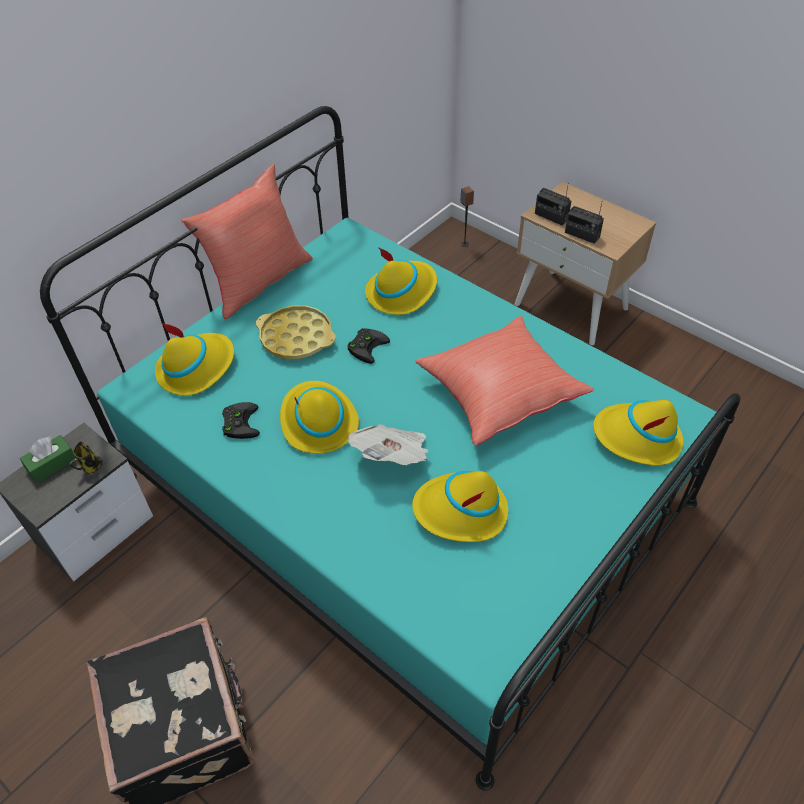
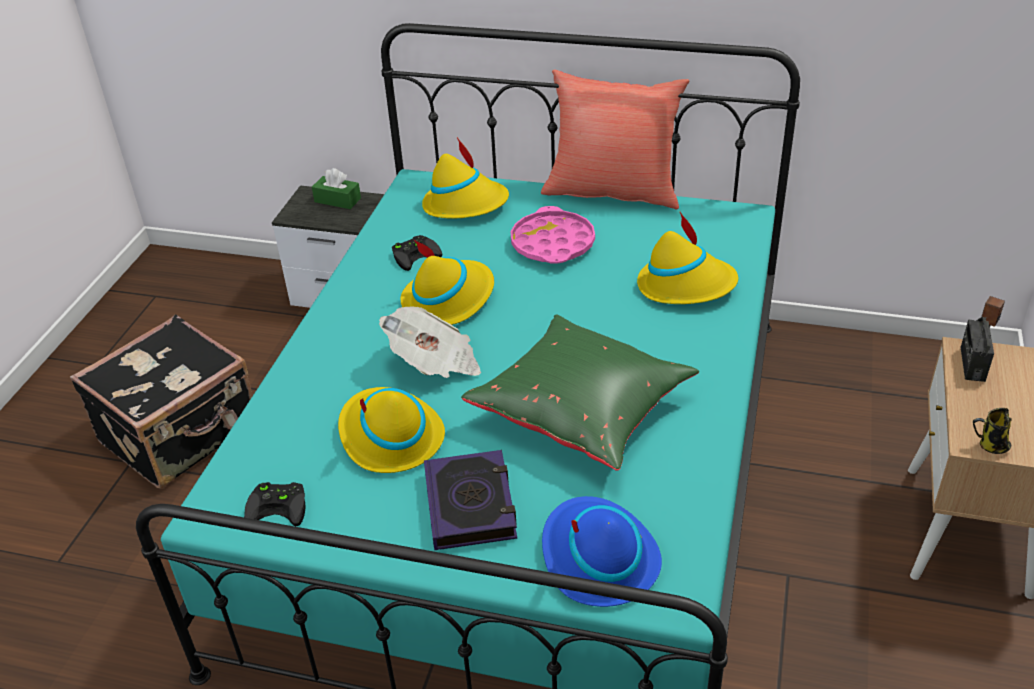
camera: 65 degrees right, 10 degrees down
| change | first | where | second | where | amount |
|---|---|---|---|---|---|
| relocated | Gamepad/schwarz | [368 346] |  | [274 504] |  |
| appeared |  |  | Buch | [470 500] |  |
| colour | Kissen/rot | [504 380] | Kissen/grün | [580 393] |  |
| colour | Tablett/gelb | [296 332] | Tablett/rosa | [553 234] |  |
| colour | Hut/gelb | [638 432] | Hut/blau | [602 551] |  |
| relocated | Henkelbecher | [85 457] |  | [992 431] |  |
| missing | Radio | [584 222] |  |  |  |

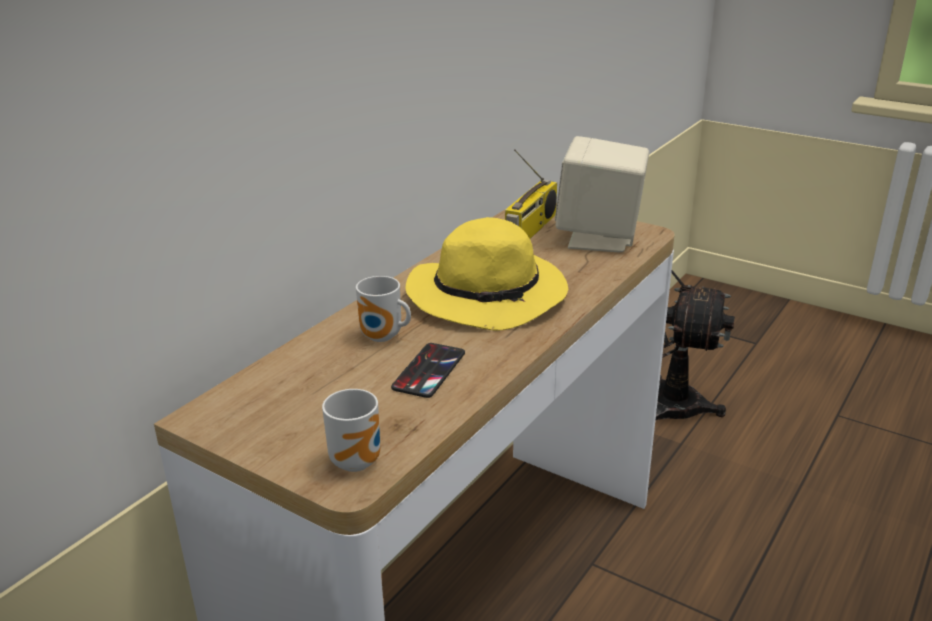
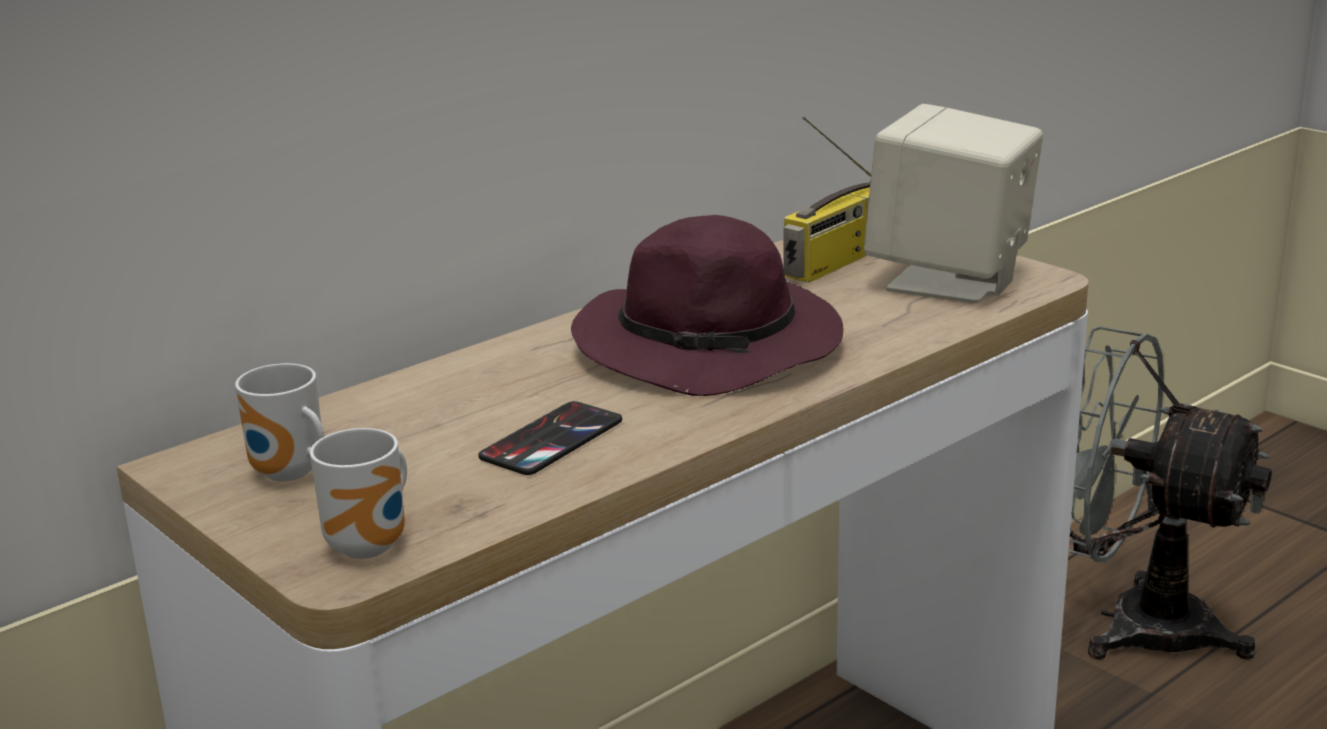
camera: 15 degrees right, 5 degrees down
| change | first | where | second | where | amount |
|---|---|---|---|---|---|
| relocated | Henkelbecher | [383 309] |  | [280 422] |  |
| colour | Hut/gelb | [487 274] | Hut/lila | [707 305] |  |

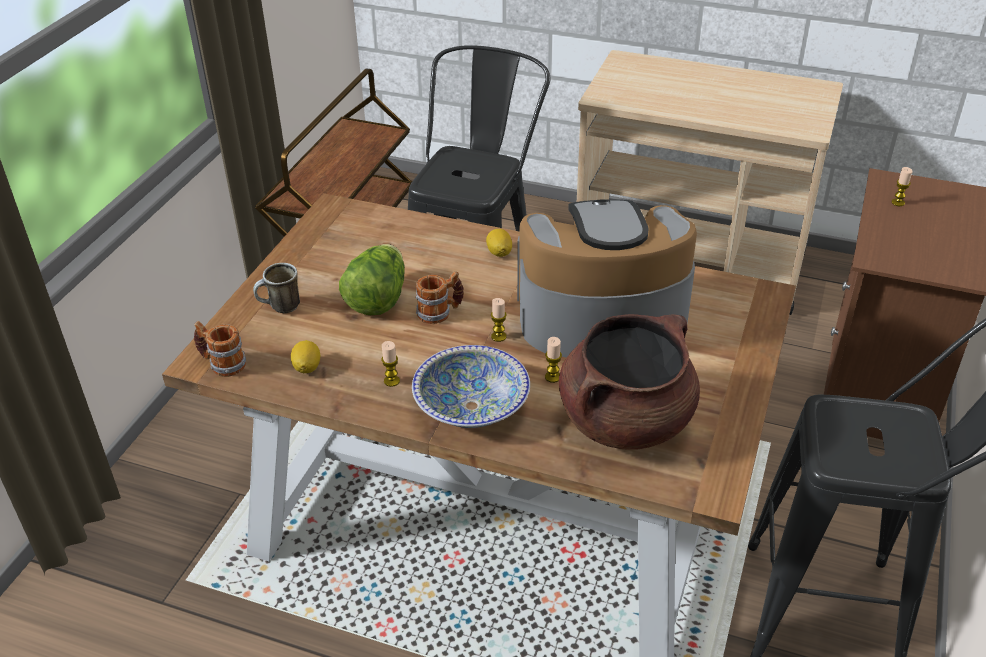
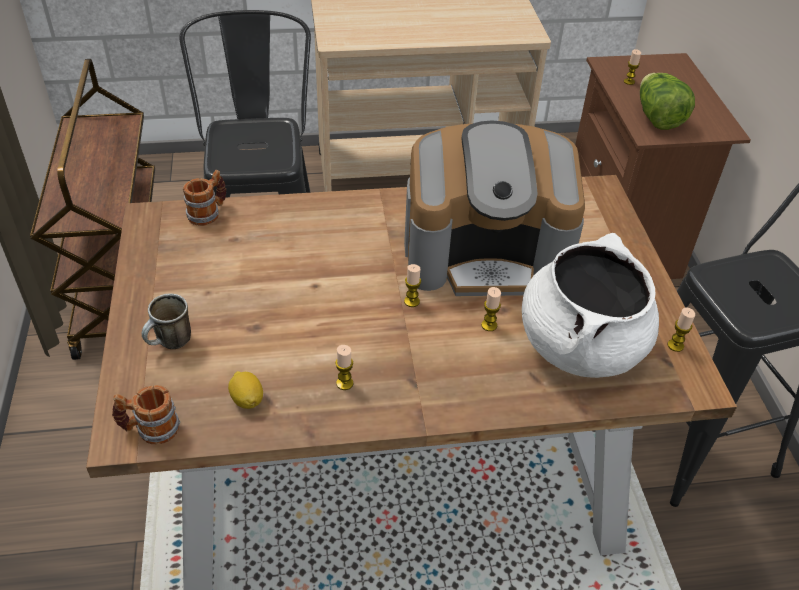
camera: 30 degrees left, 5 degrees up
| change | first | where | second | where | amount |
|---|---|---|---|---|---|
| relocated | Henkelbecher | [440 297] |  | [204 198] |  |
| spun | Kaffeemaschine | [607 278] |  | [494 208] | 150 degrees counterclockwise |
| colour | Kochtopf/braun | [629 382] | Kochtopf/weiß | [590 305] |  |
| relocated | Salatkopf | [372 279] |  | [667 101] |  |
| appeared |  |  | Kerze | [681 329] |  |
| missing | Schüssel | [471 386] |  |  |  |
| missing | Zitrone | [499 243] |  |  |  |

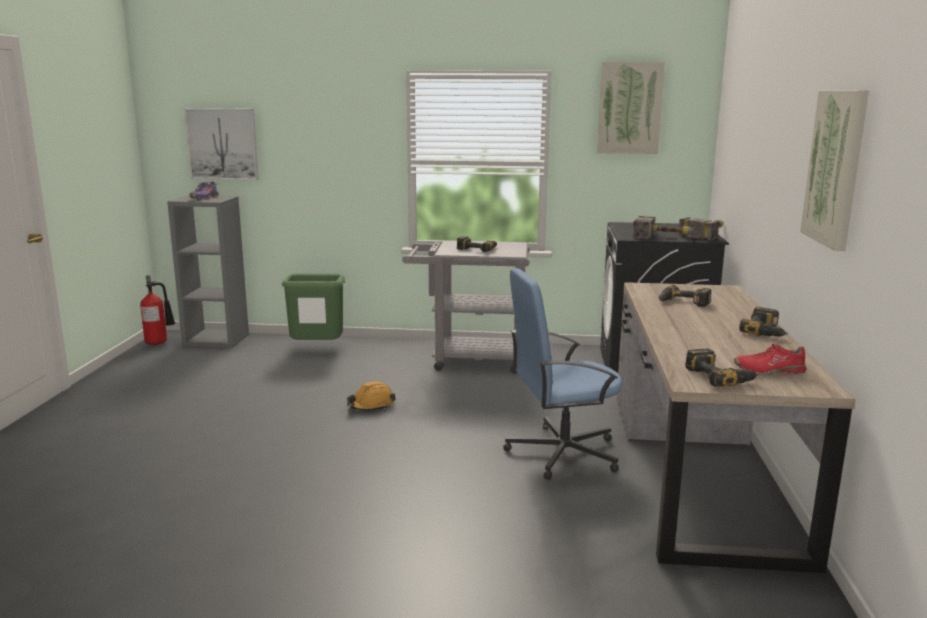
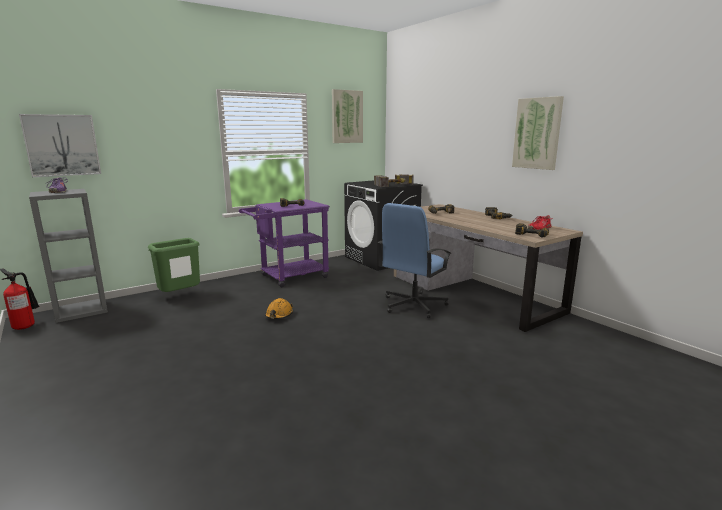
camera: 40 degrees left, 0 degrees up
| change | first | where | second | where | amount |
|---|---|---|---|---|---|
| colour | Rollwagen/grau | [466 307] | Rollwagen/lila | [284 243] |  |

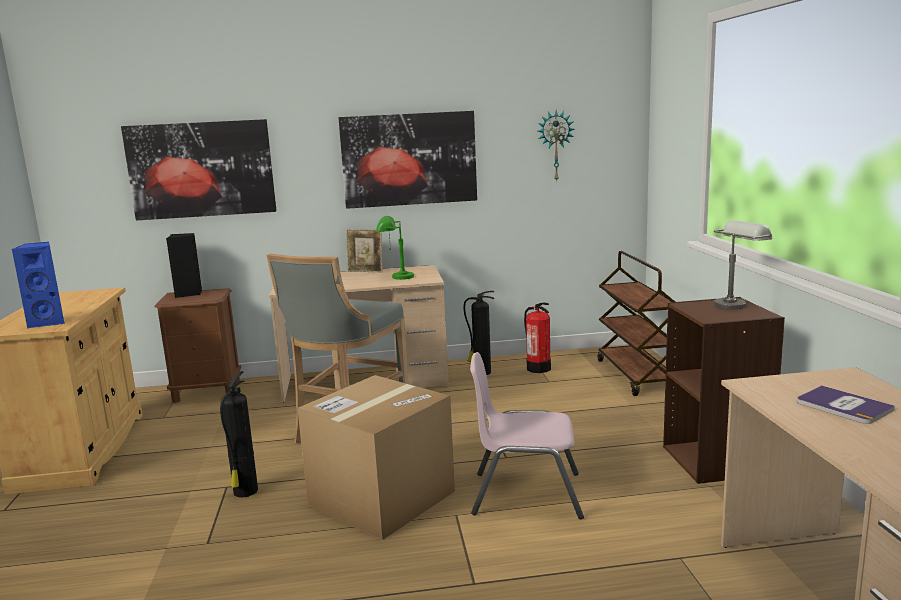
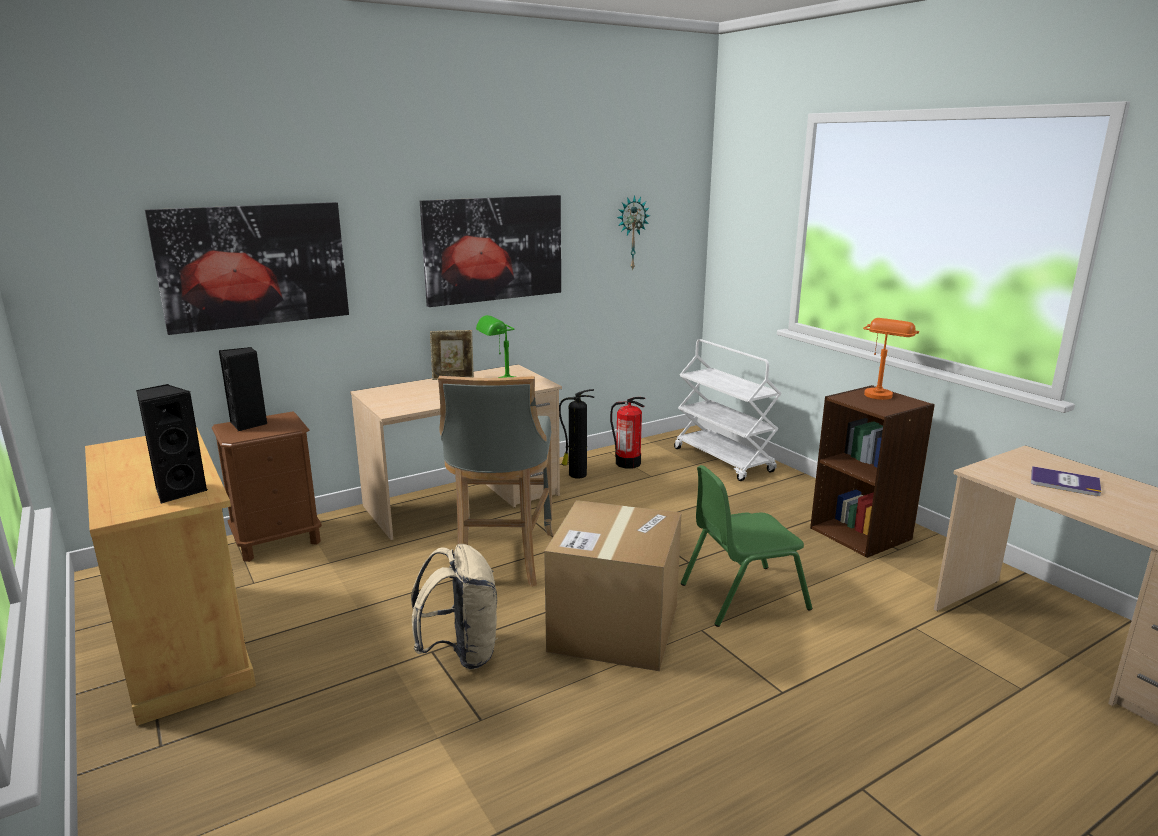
camera: 25 degrees left, 5 degrees up
| change | first | where | second | where | amount |
|---|---|---|---|---|---|
| colour | Lautsprecher/blau | [38 285] | Lautsprecher/schwarz | [172 444] |  |
| exchanged | Feuerlöscher | [239 434] | Rucksack/beige | [454 607] |  |
| colour | Rollwagen/braun | [636 323] | Rollwagen/weiß | [728 410] |  |
| colour | Stuhl/rosa | [527 435] | Stuhl/grün | [746 546] |  |
| colour | Tischlampe/grau | [743 265] | Tischlampe/orange | [891 359] |  |

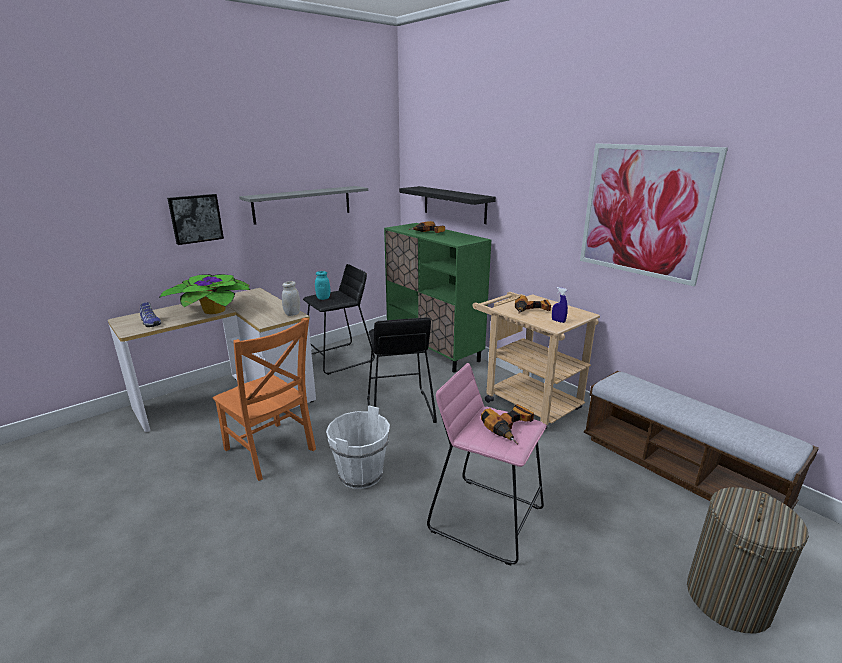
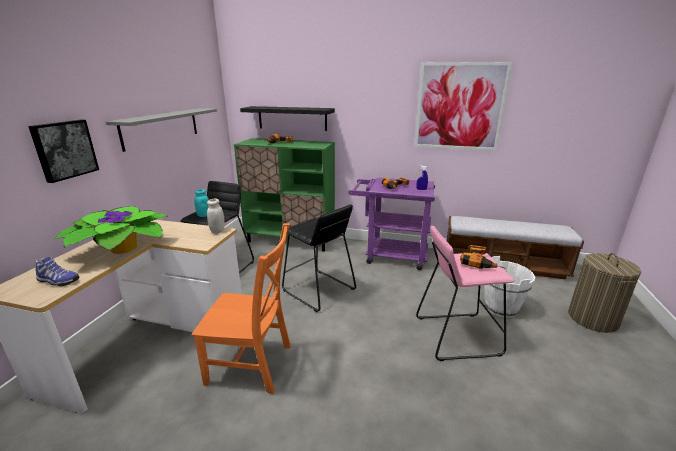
camera: 35 degrees left, 0 degrees up
| change | first | where | second | where | amount |
|---|---|---|---|---|---|
| colour | Rollwagen/beige | [536 361] | Rollwagen/lila | [391 224] |  |
| relocated | Eimer/weiß | [358 447] |  | [509 287] |  |

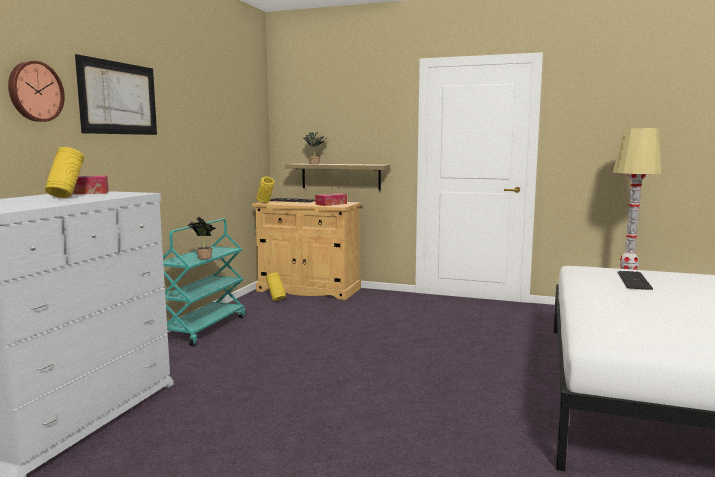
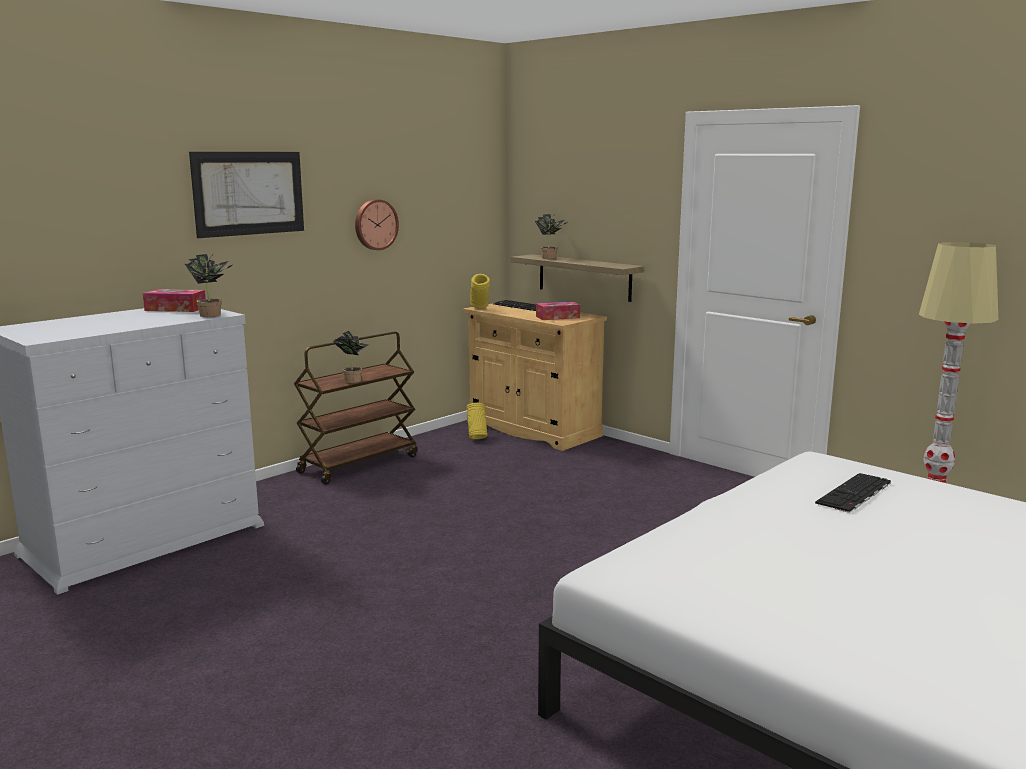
camera: 25 degrees right, 5 degrees up
| change | first | where | second | where | amount |
|---|---|---|---|---|---|
| appeared |  |  | Topfpflanze | [209 285] |  |
| colour | Rollwagen/türkis | [204 282] | Rollwagen/braun | [356 408] |  |
| relocated | Wanduhr | [36 91] |  | [377 224] |  |
| missing | Vase/gelb | [64 172] |  |  |  |

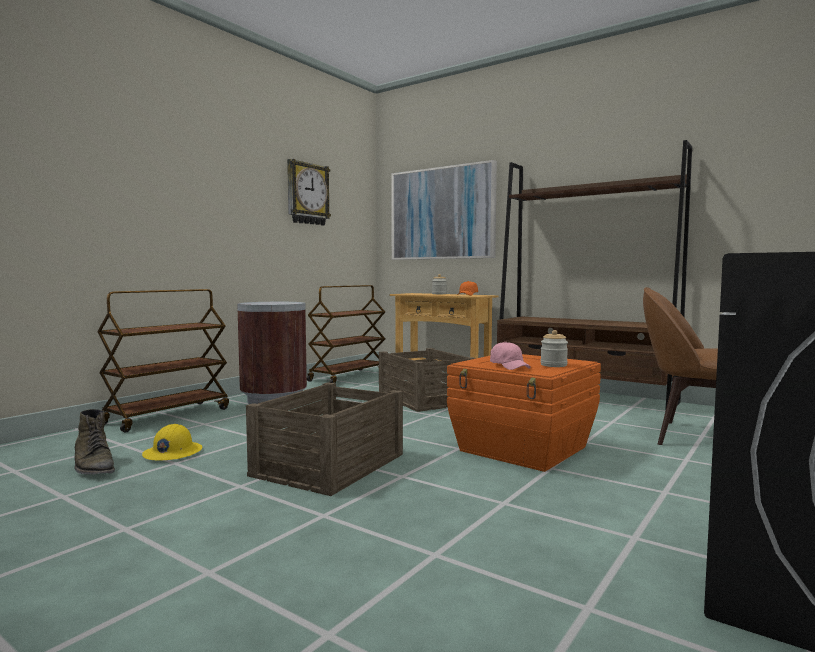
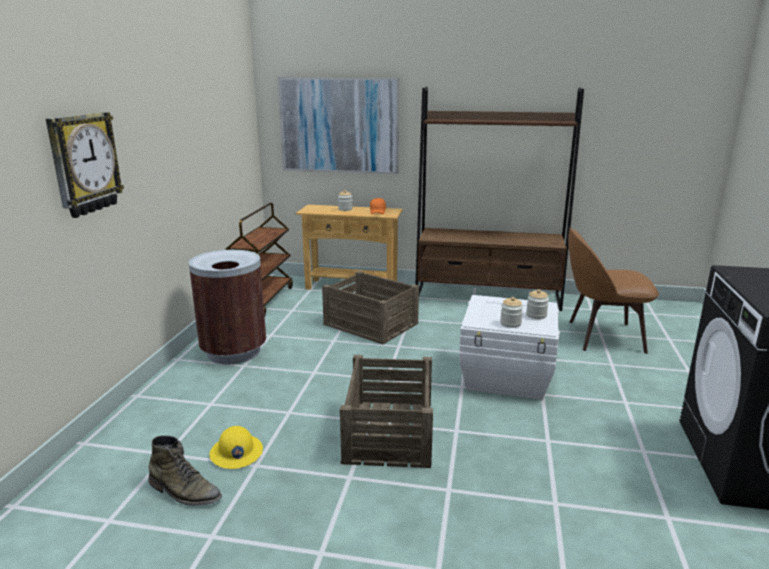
camera: 25 degrees left, 15 degrees up
| change | first | where | second | where | amount |
|---|---|---|---|---|---|
| relocated | Wanduhr | [309 192] |  | [85 165] |  |
| colour | Aufbewahrungsbox/orange | [524 413] | Aufbewahrungsbox/weiß | [509 347] |  |
| exchanged | Kappe/rosa | [510 356] | Vorratsglas | [511 312] |  |
| missing | Rollwagen/braun | [163 361] |  |  |  |

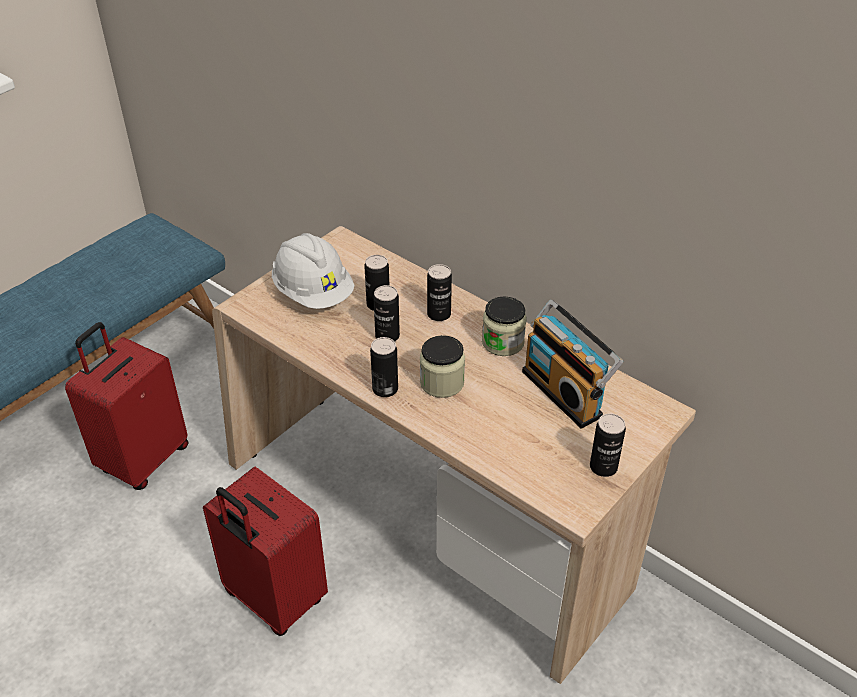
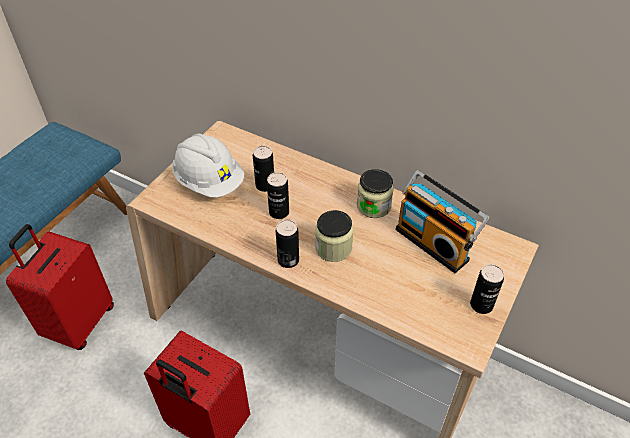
camera: 10 degrees left, 5 degrees up
| change | first | where | second | where | amount |
|---|---|---|---|---|---|
| missing | Dose | [439 292] |  |  |  |

